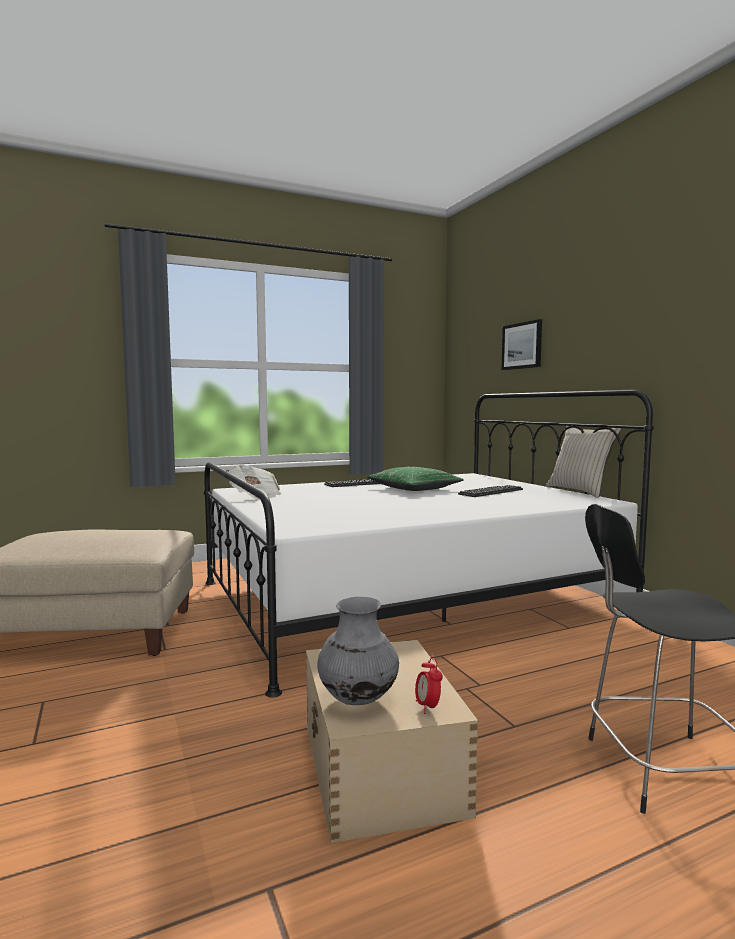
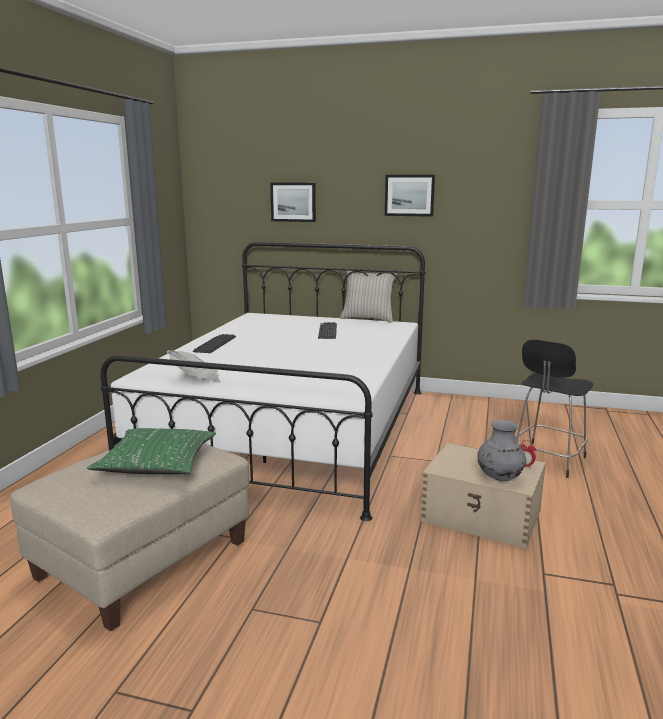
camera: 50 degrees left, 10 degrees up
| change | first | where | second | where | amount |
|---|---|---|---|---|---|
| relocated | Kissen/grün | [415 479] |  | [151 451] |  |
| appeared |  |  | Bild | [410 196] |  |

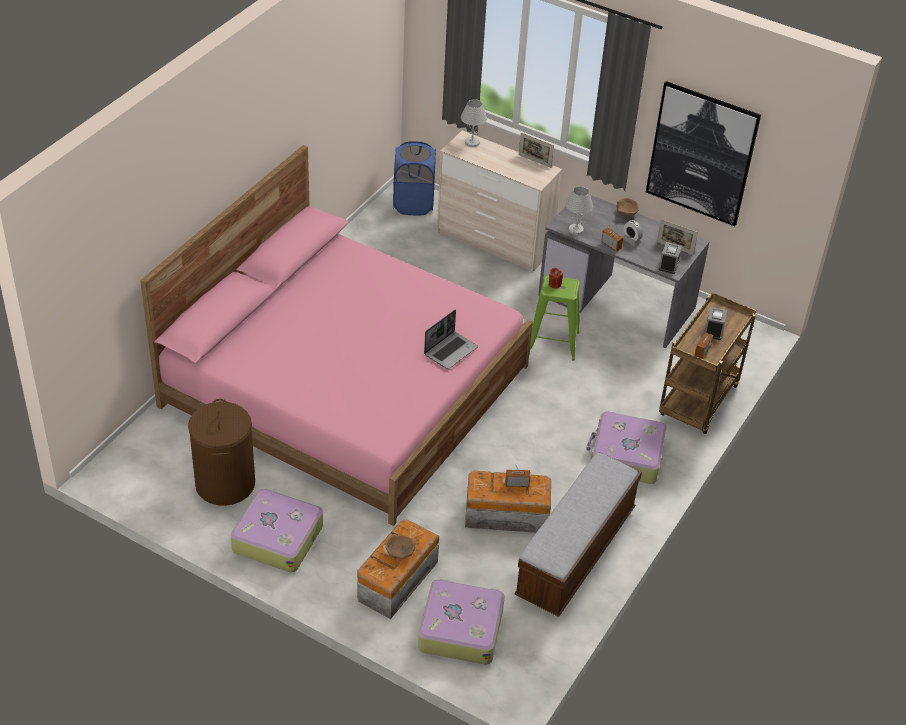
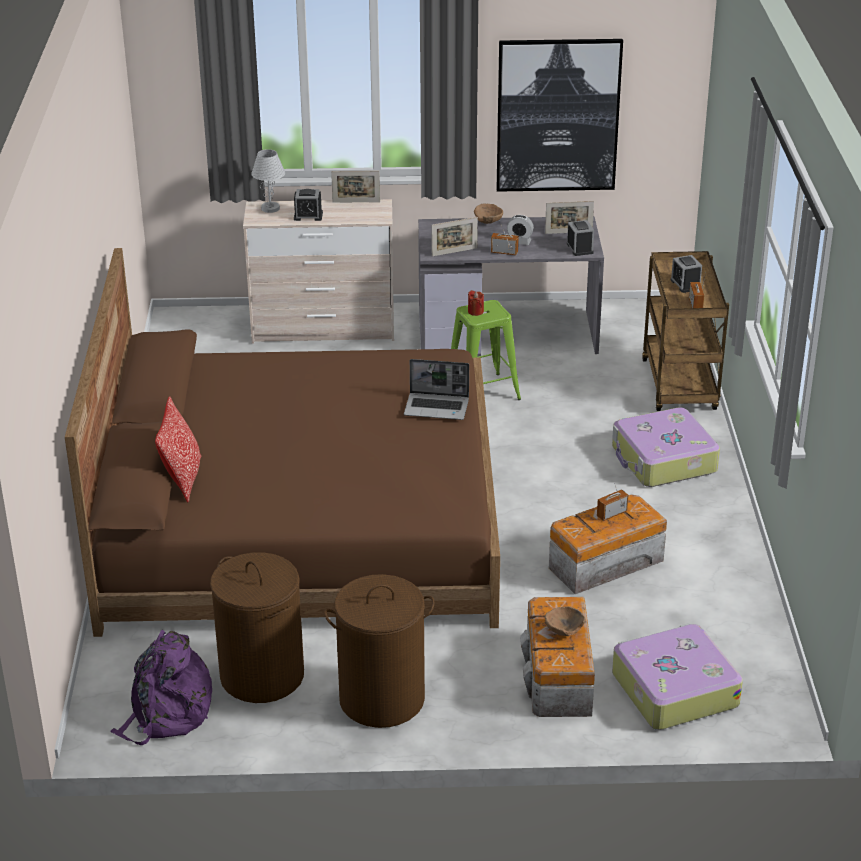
camera: 30 degrees left, 10 degrees down
| change | first | where | second | where | amount |
|---|---|---|---|---|---|
| colour | Bett/rosa | [336 335] | Bett/braun | [282 442] |  |
| appeared |  |  | Rucksack/lila | [161 687] |  |
| appeared |  |  | Kissen | [178 449] |  |
| appeared |  |  | Wecker | [308 205] |  |
| exchanged | Koffer | [277 530] | Wäschekorb/braun | [379 651] |  |
| spun | Laptop | [451 339] |  | [436 389] | 90 degrees clockwise |
| exchanged | Tischlampe/weiß | [579 210] | Bilderrahmen | [454 237] |  |
| missing | Wäschekorb/blau | [414 178] |  |  |  |
| missing | Bank | [578 534] |  |  |  |

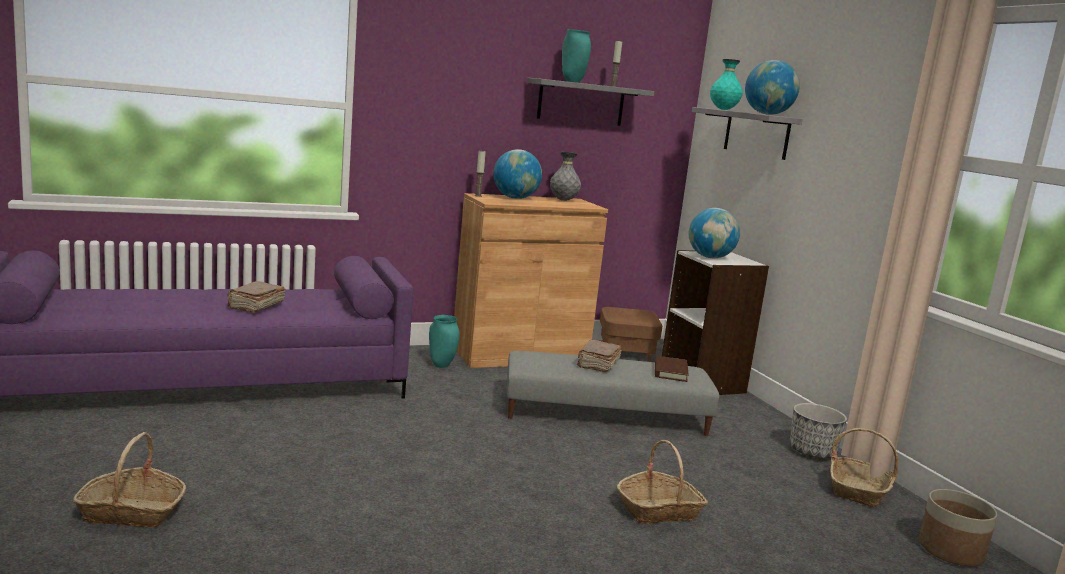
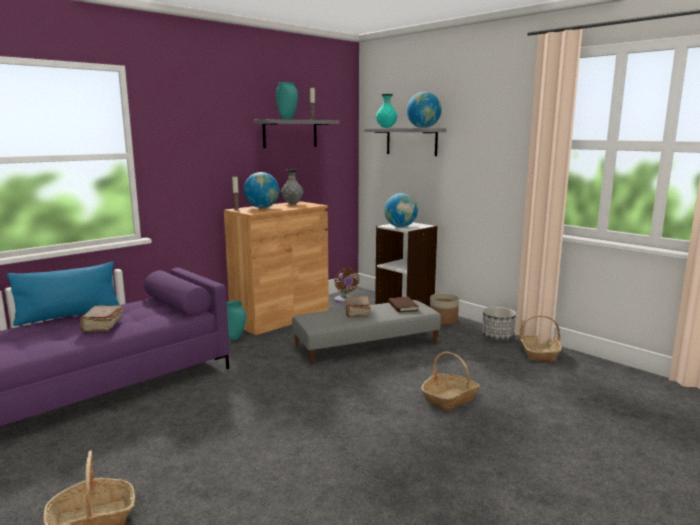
camera: 20 degrees left, 0 degrees up
| change | first | where | second | where | amount |
|---|---|---|---|---|---|
| appeared |  |  | Kissen/blau | [63 294] |  |
| exchanged | Polsterhocker/braun | [631 334] | Ventilator/braun | [347 285] |  |
| relocated | Pflanzkübel | [958 527] |  | [444 309] |  |

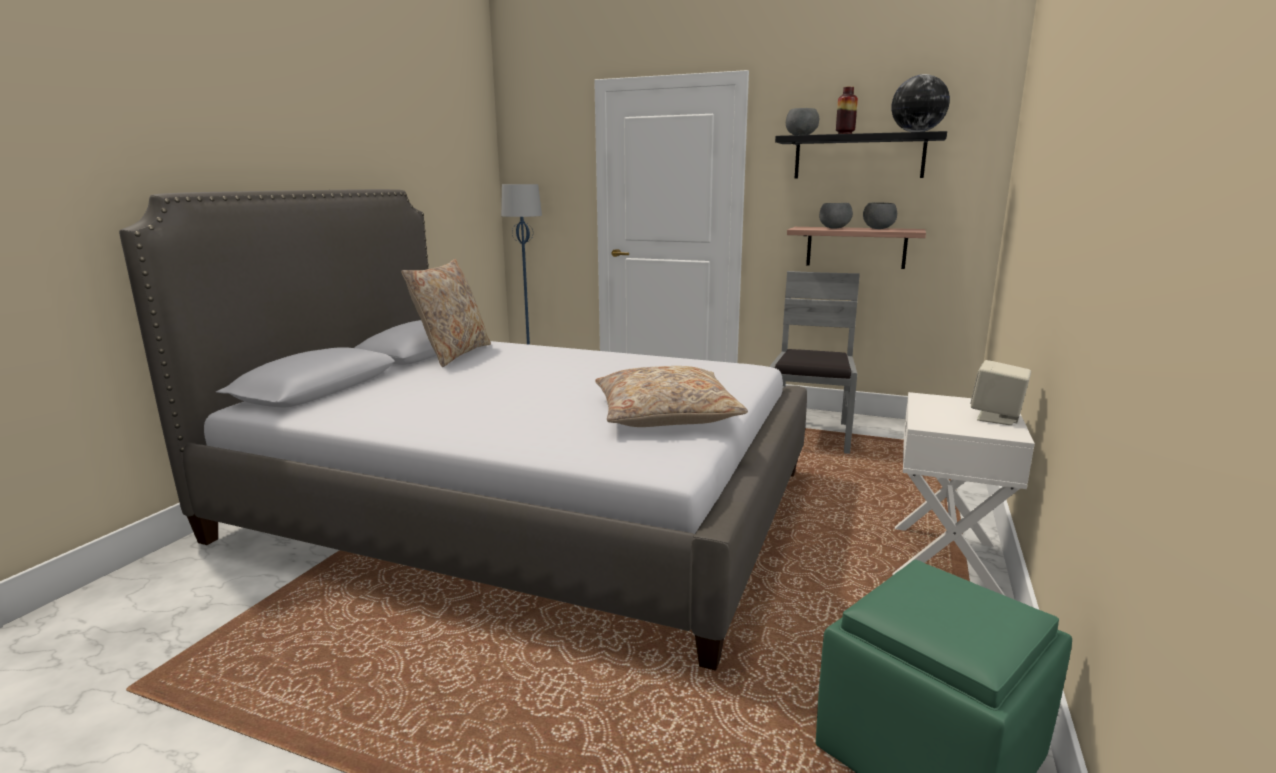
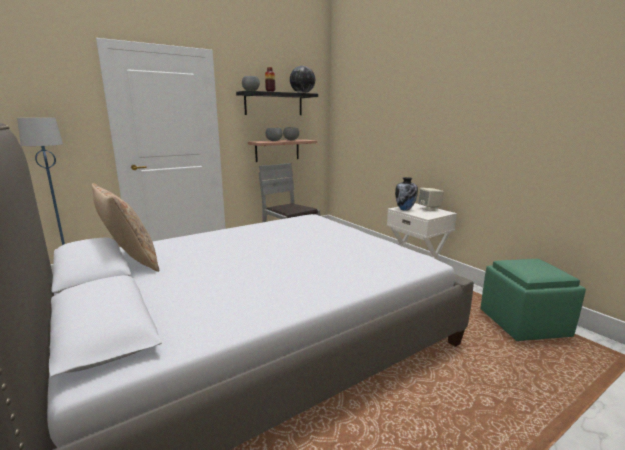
camera: 55 degrees left, 0 degrees up
| change | first | where | second | where | amount |
|---|---|---|---|---|---|
| appeared |  |  | Vase | [406 194] |  |
| missing | Kissen/beige | [671 396] |  |  |  |

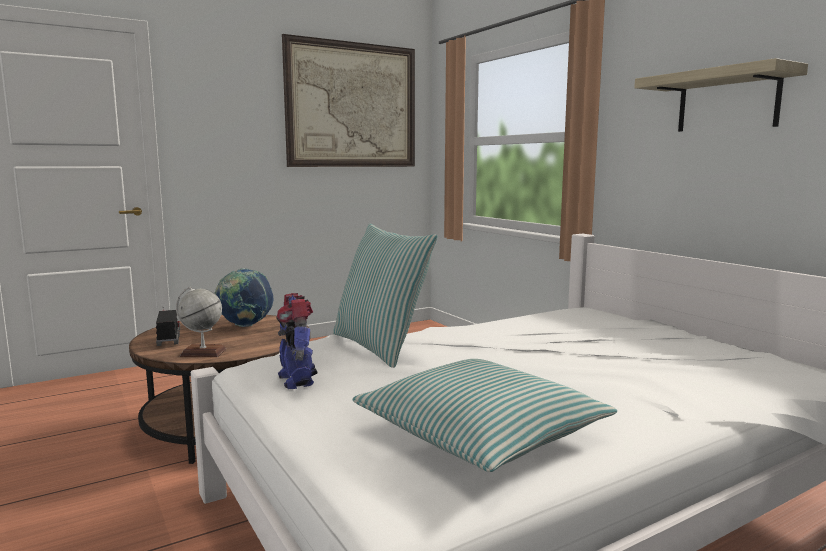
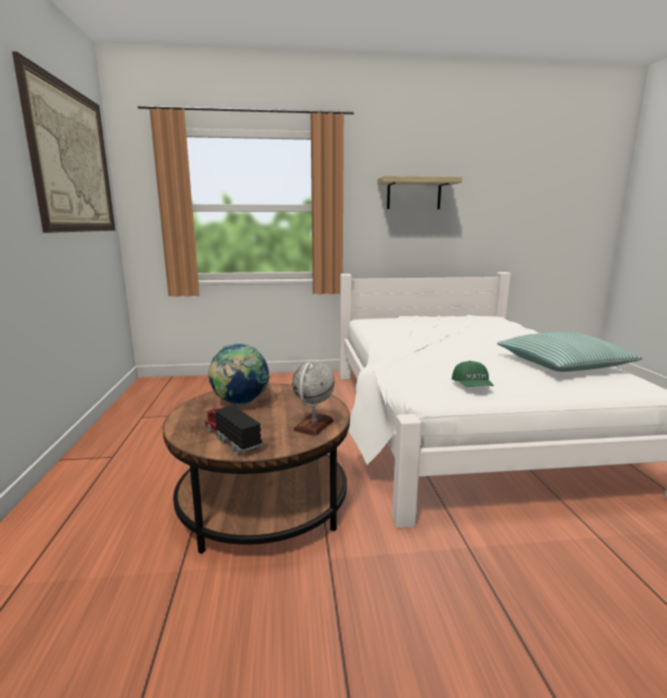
camera: 65 degrees left, 5 degrees up
| change | first | where | second | where | amount |
|---|---|---|---|---|---|
| spun | Spielzeuglaster | [168 328] |  | [233 430] | 45 degrees clockwise |
| exchanged | Spielzeugroboter | [296 341] | Kappe/grün | [473 374] |  |
| missing | Kissen | [385 296] |  |  |  |

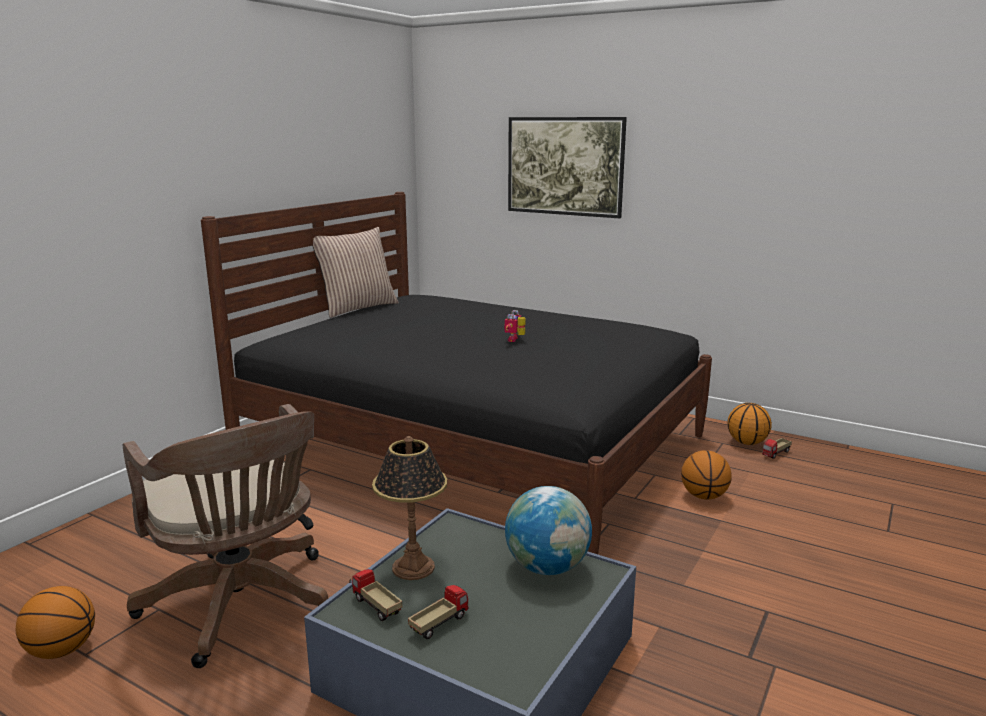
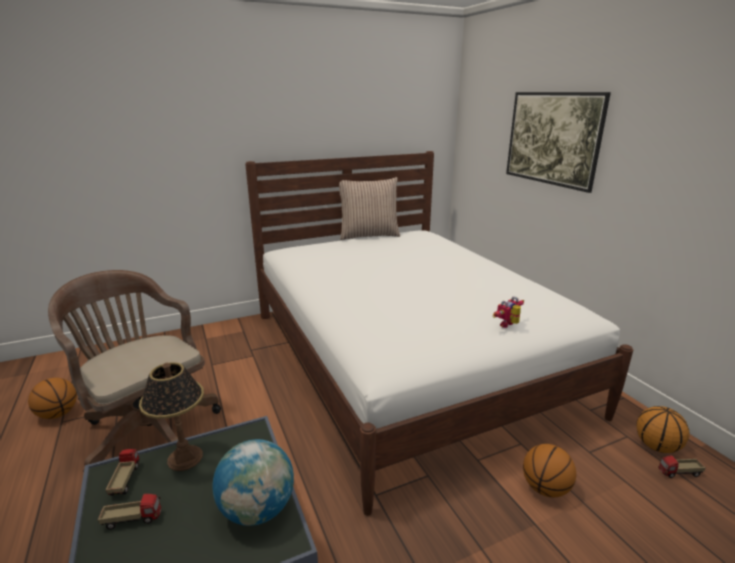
camera: 35 degrees right, 5 degrees up
| change | first | where | second | where | amount |
|---|---|---|---|---|---|
| spun | Bürostuhl/braun | [225 536] |  | [134 368] | 135 degrees clockwise |
| colour | Bett/schwarz | [456 373] | Bett/weiß | [439 333] |  |
| relocated | Spielzeugroboter | [515 326] |  | [508 312] |  |

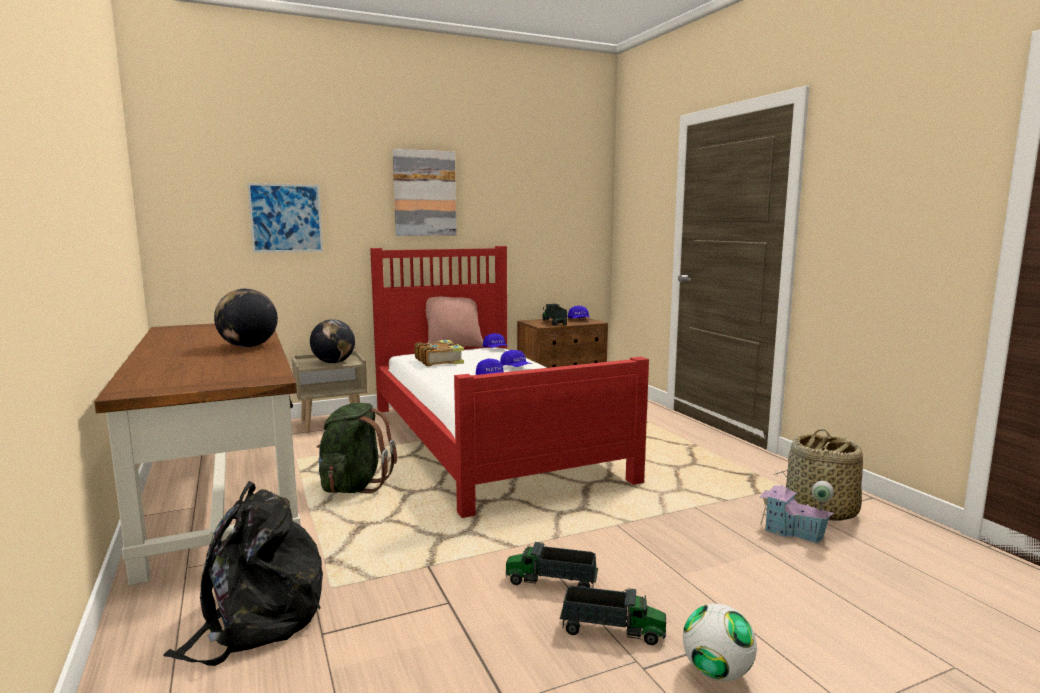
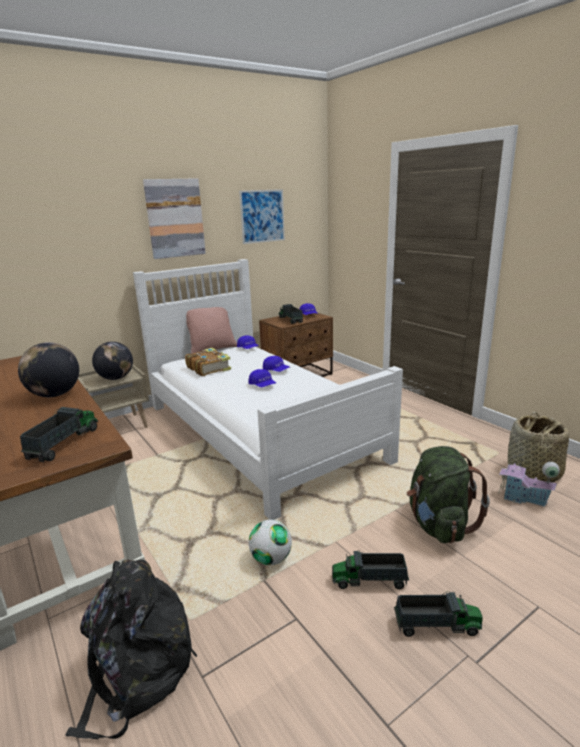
camera: 10 degrees left, 10 degrees up
| change | first | where | second | where | amount |
|---|---|---|---|---|---|
| appeared |  |  | Spielzeuglaster | [59 434] |  |
| colour | Bett/rot | [509 382] | Bett/weiß | [268 389] |  |
| relocated | Bild | [285 218] |  | [262 216] |  |
| relocated | Fußball | [720 642] |  | [270 542] |  |
| relocated | Rucksack/grün | [357 448] |  | [448 494] |  |

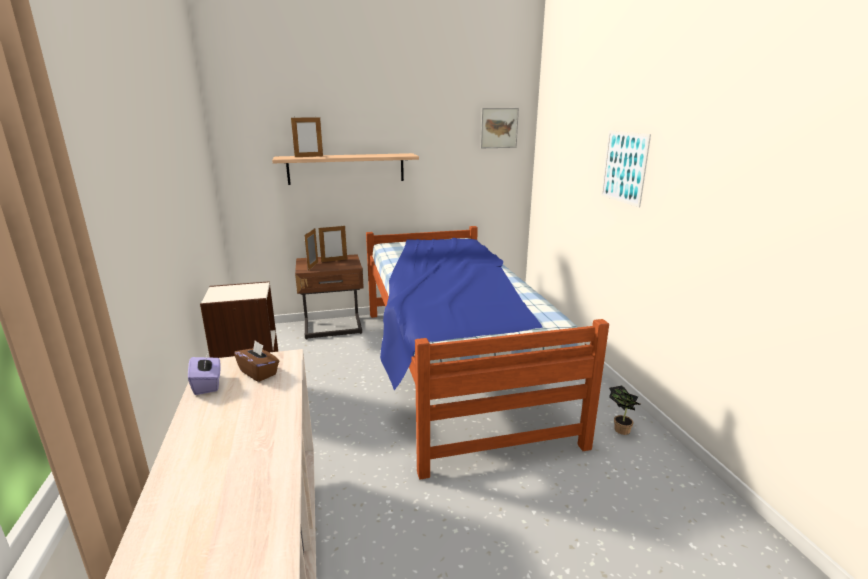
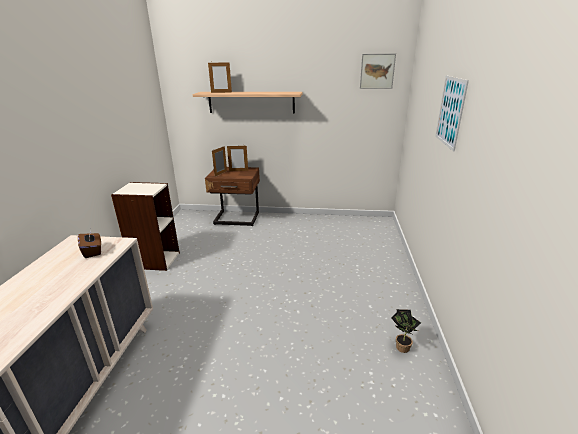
camera: 20 degrees right, 5 degrees up
| change | first | where | second | where | amount |
|---|---|---|---|---|---|
| missing | Taschentuchbox/lila | [204 373] |  |  |  |
| missing | Bett | [487 352] |  |  |  |

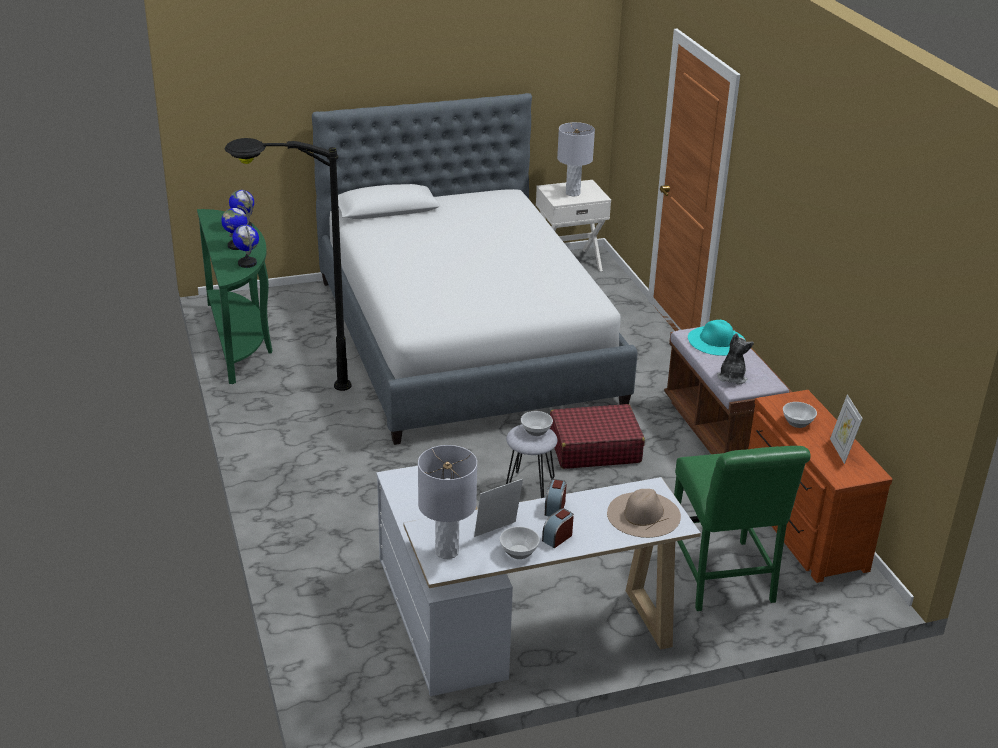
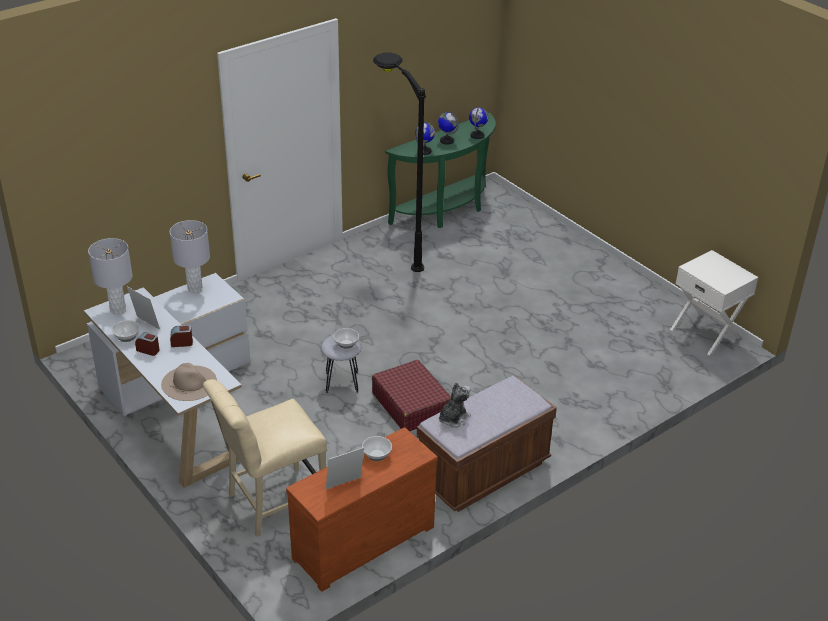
camera: 70 degrees right, 5 degrees up
| change | first | where | second | where | amount |
|---|---|---|---|---|---|
| relocated | Tischlampe/grau | [576 159] |  | [190 256] |  |
| colour | Stuhl/grün | [742 528] | Stuhl/beige | [265 458] |  |
| spun | Plüschtier | [735 359] |  | [455 405] | 45 degrees counterclockwise |
| missing | Bett | [475 269] |  |  |  |
| missing | Hut/türkis | [717 338] |  |  |  |

